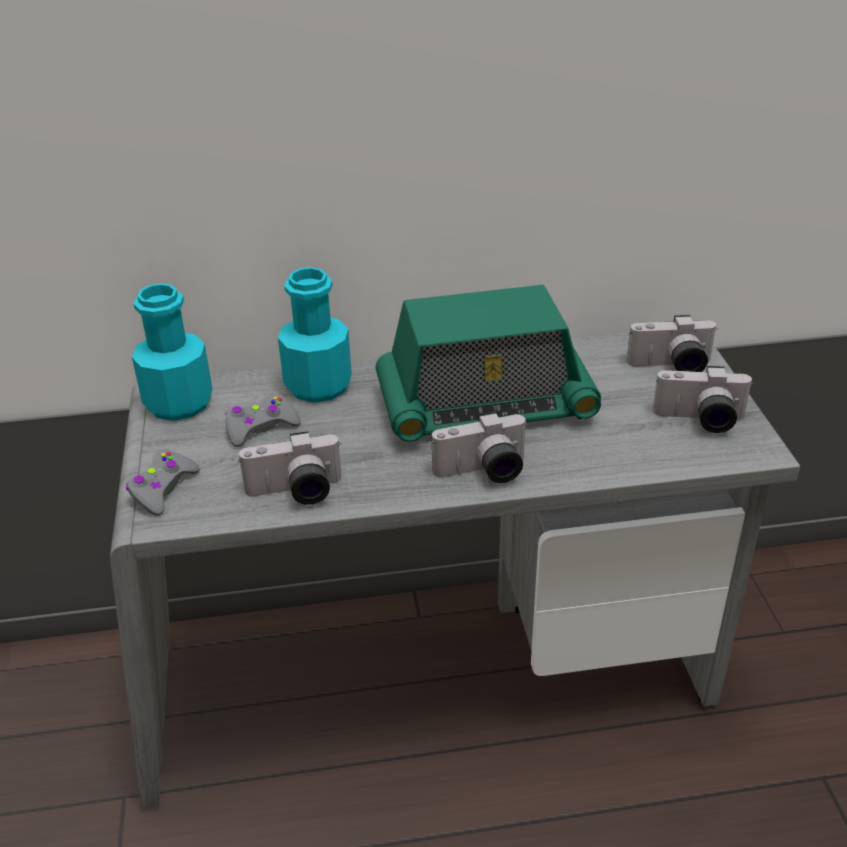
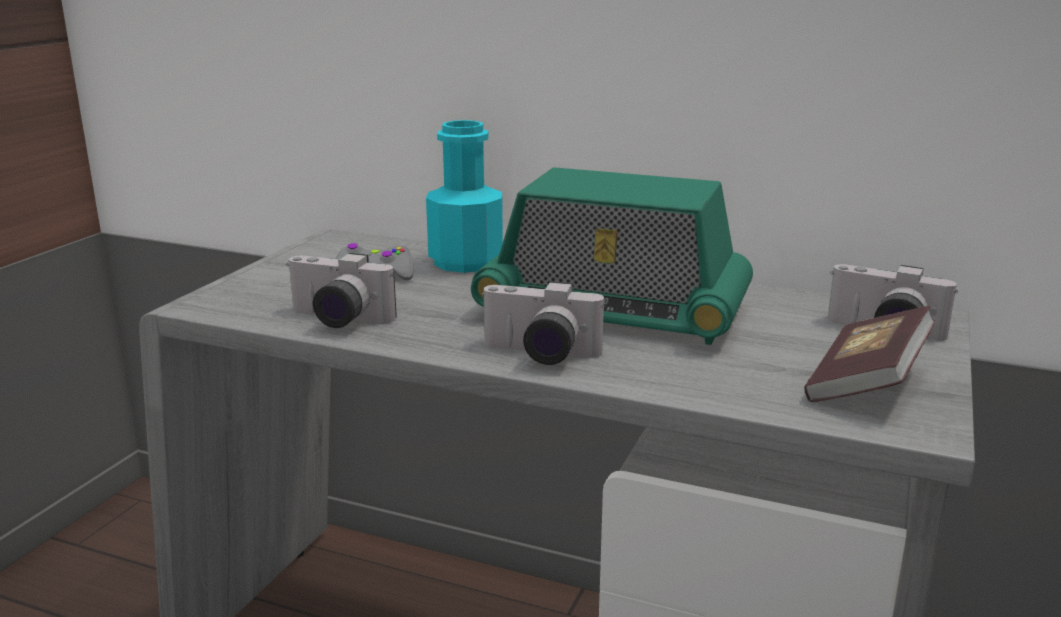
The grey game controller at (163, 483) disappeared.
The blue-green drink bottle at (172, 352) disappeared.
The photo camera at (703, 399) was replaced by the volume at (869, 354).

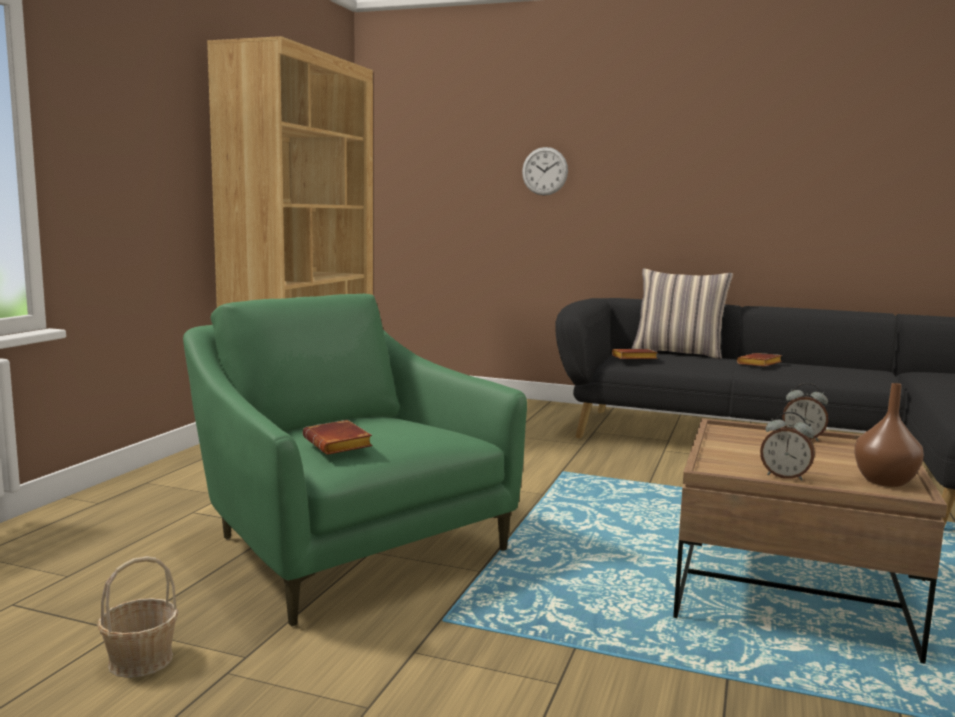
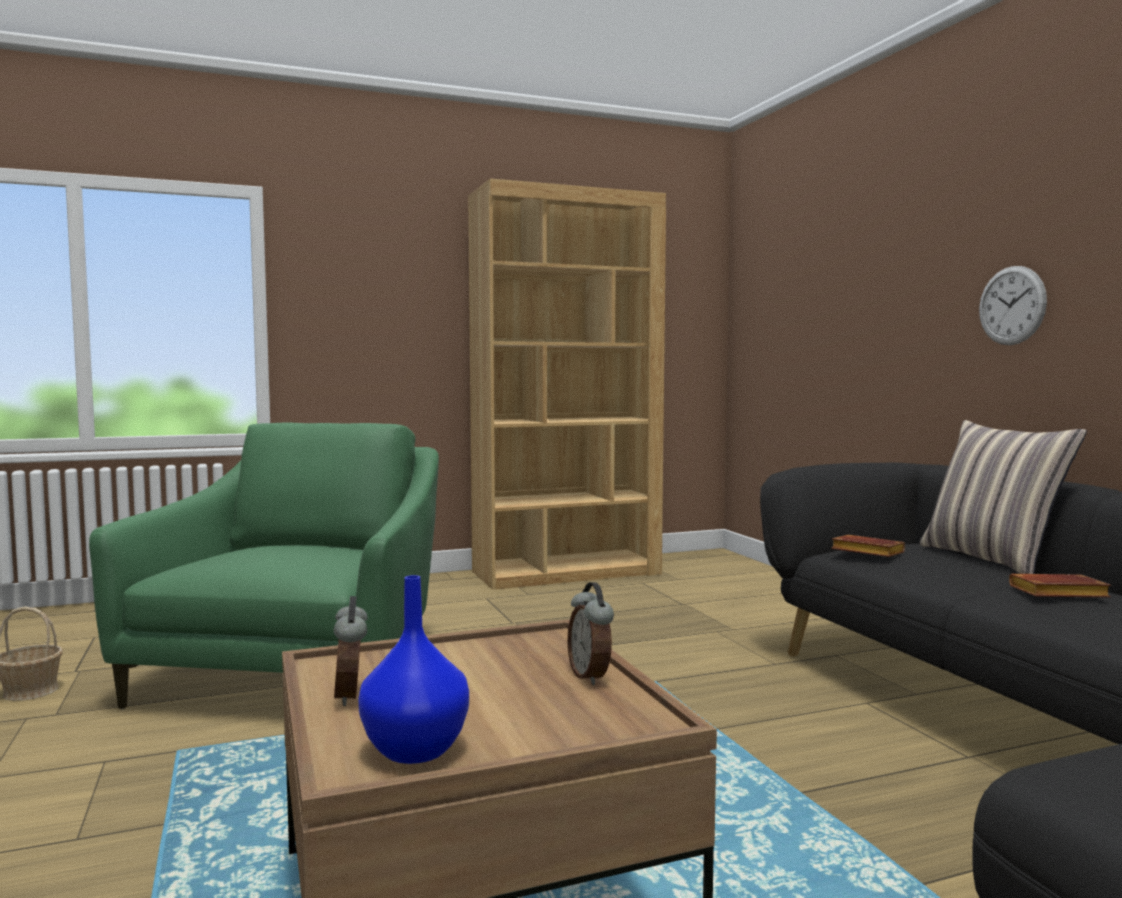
The brown-coloured volume at (337, 437) disappeared.
The hanging clock moved from (545, 171) to (1013, 305).
The brown-coloured flower vase at (889, 435) became the bluish flower vase at (413, 669).

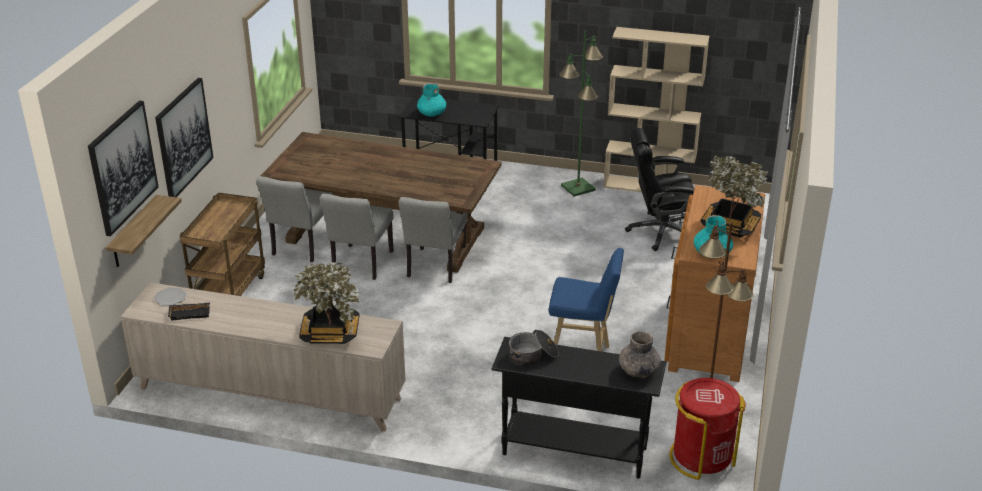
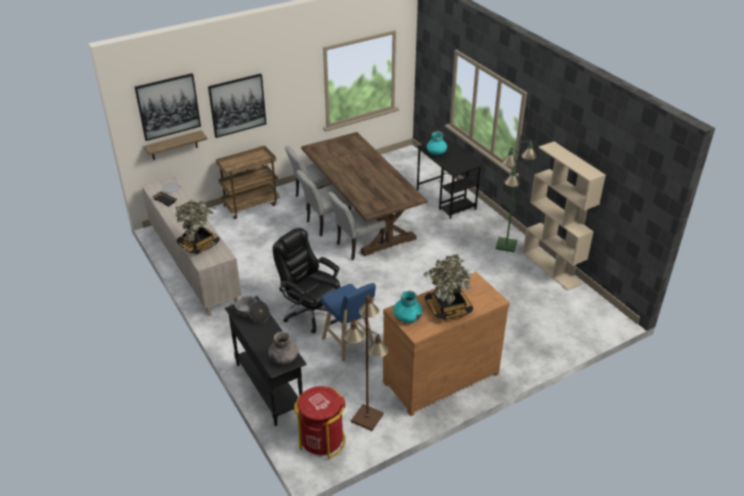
The black-coloured desk chair moved from (659, 189) to (306, 281).

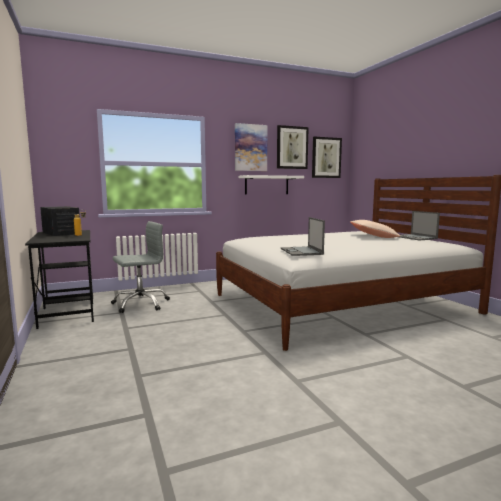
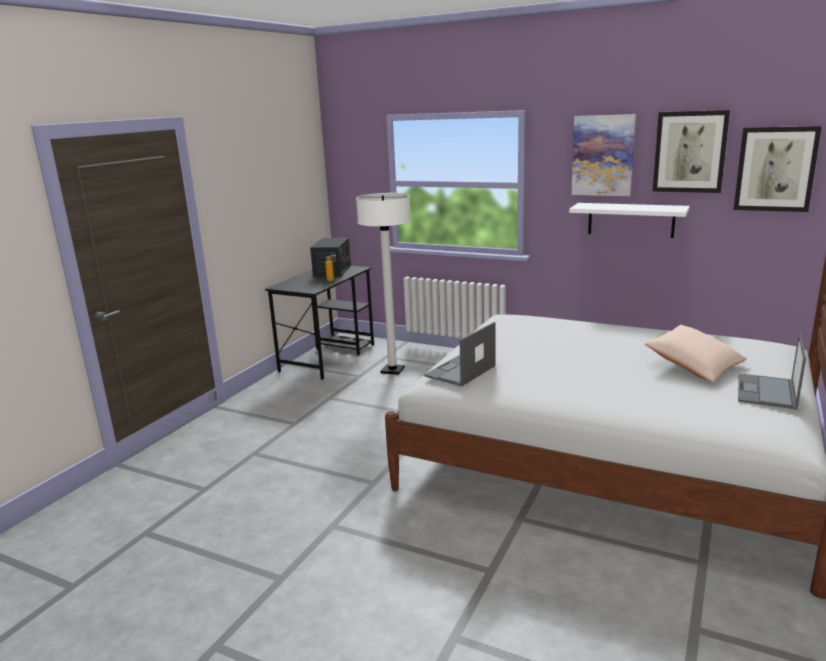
The grey desk chair at (140, 267) was replaced by the white standing lamp at (383, 284).

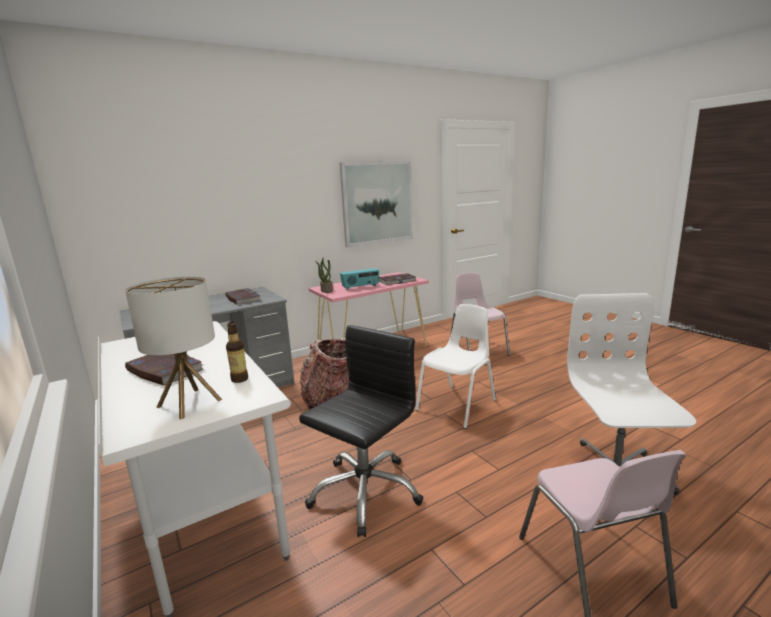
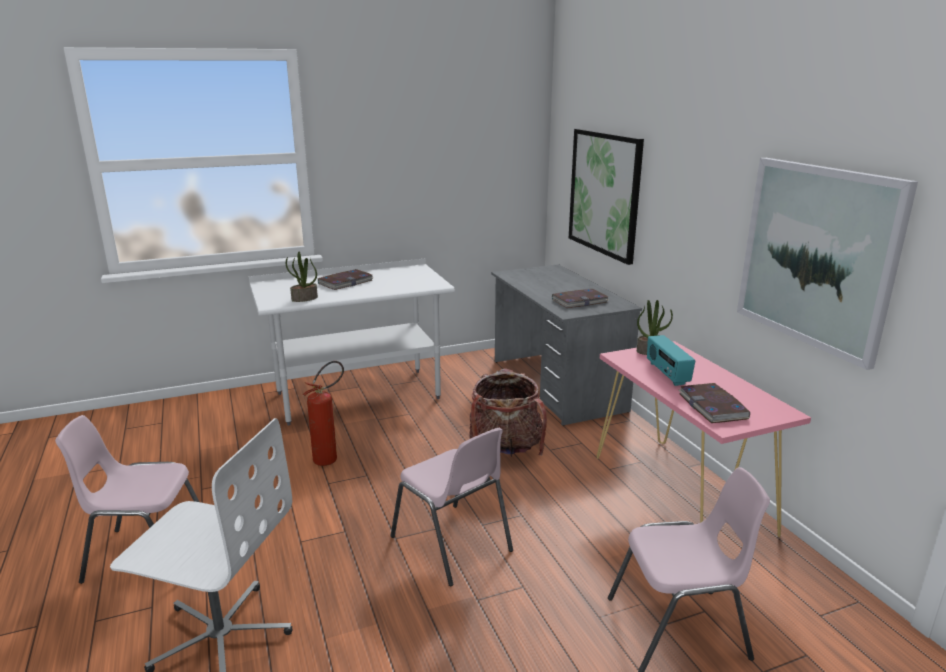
The tabletop lamp at (173, 348) disappeared.
The wall picture at (606, 197) appeared.
The drink bottle at (237, 352) was replaced by the potted plant at (302, 276).
The black-coloured desk chair at (361, 431) was replaced by the extinguisher at (323, 413).
The white upright chair at (455, 366) became the pink upright chair at (451, 507).

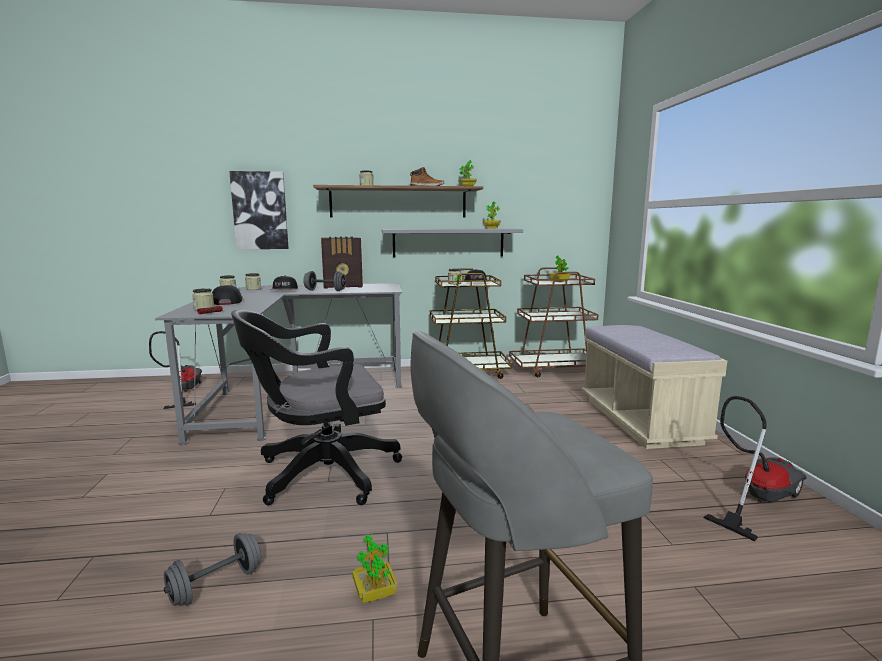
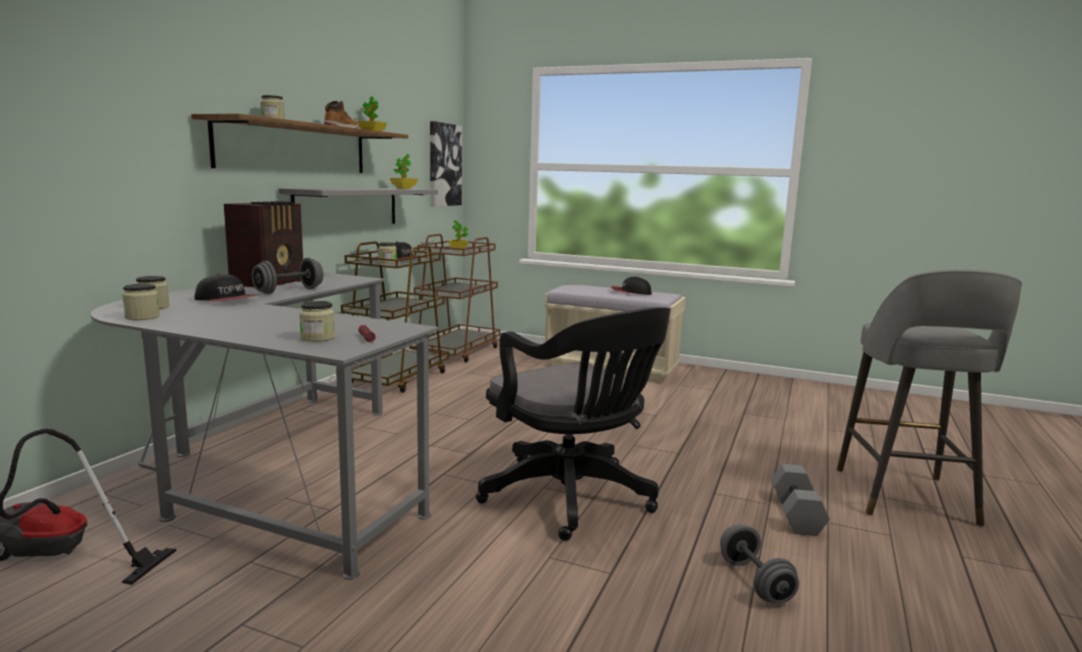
The vacuum at (754, 468) disappeared.
The baseball cap moved from (227, 295) to (631, 286).
The wall picture moved from (259, 210) to (446, 164).
The potted plant at (375, 568) was replaced by the grey hand weight at (800, 500).
The black-coloured desk chair at (316, 407) turned 45 degrees counterclockwise.

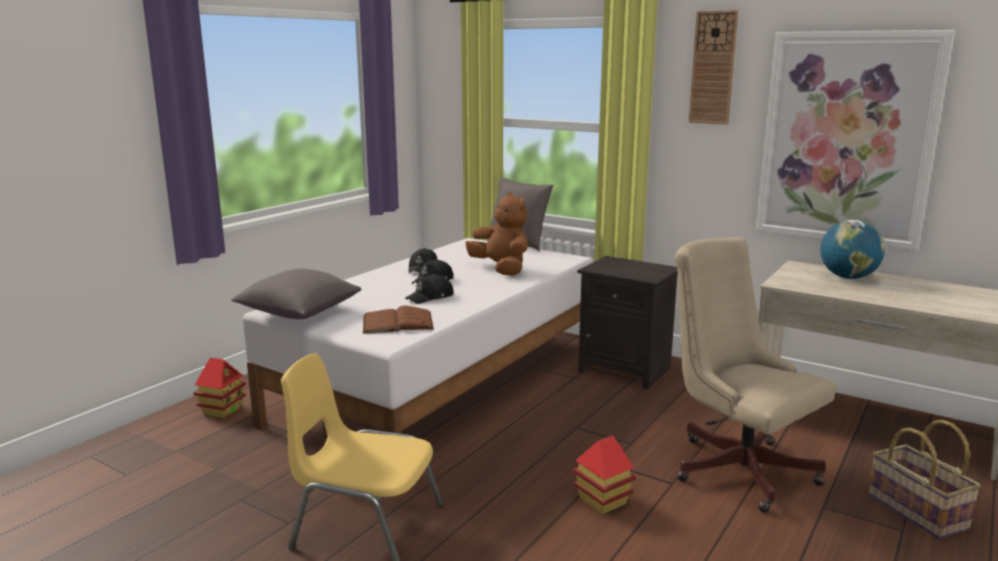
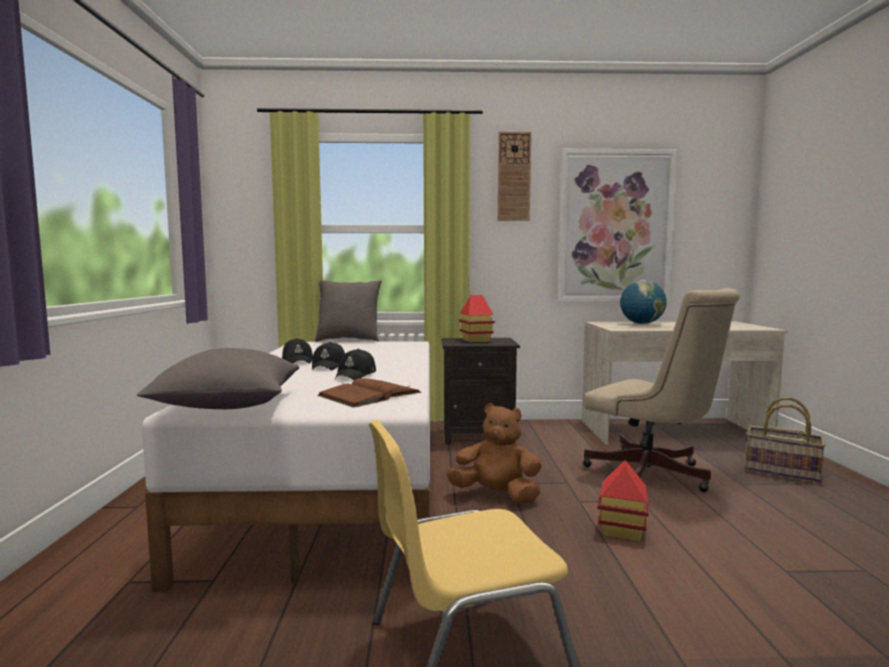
The toy house moved from (219, 388) to (477, 319).
The brown-coloured cuddly toy moved from (496, 234) to (494, 453).
The beige-coloured desk chair at (755, 374) turned 150 degrees counterclockwise.

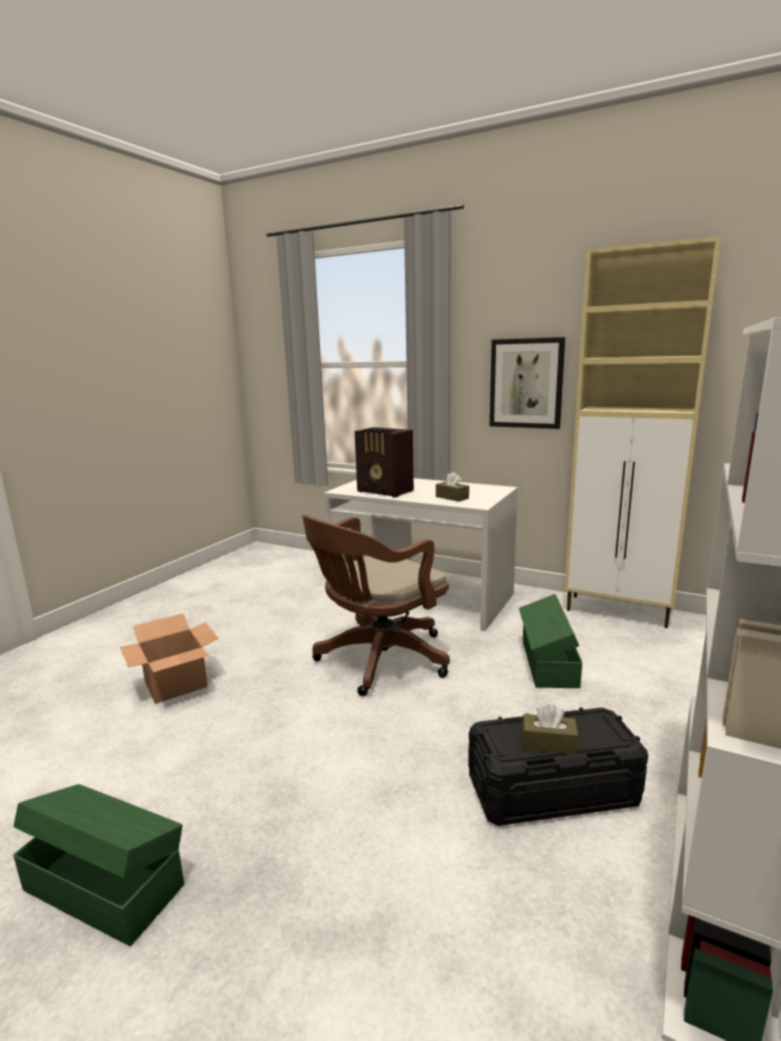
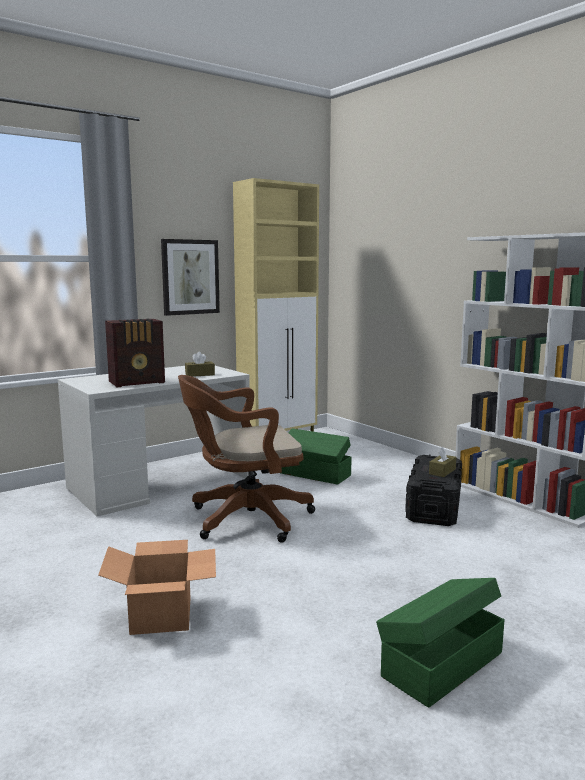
The brown-coloured desk chair at (376, 605) turned 90 degrees clockwise.

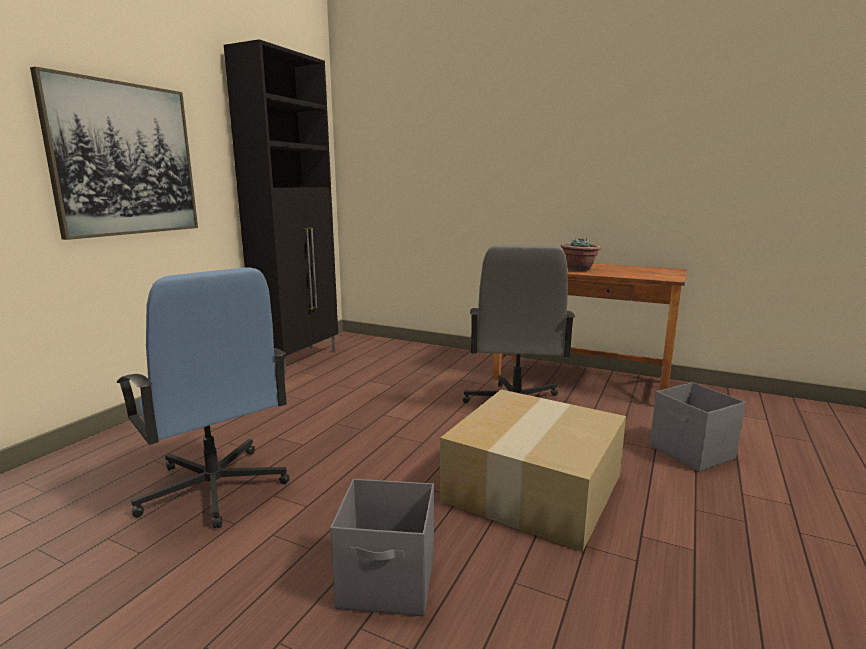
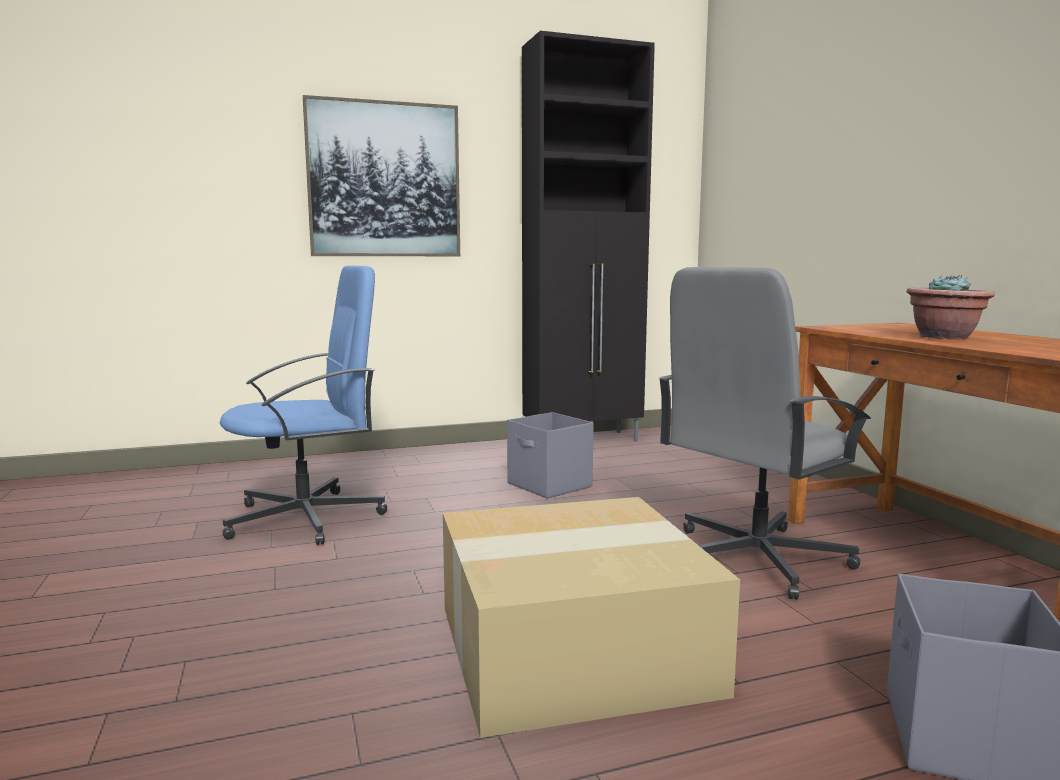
The grey storage box moved from (382, 547) to (550, 455).
The bluish desk chair at (203, 397) turned 120 degrees counterclockwise.

